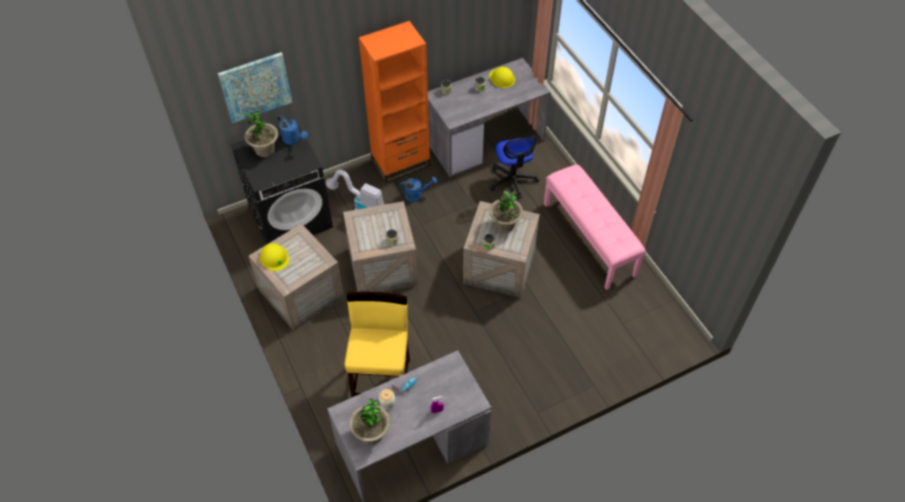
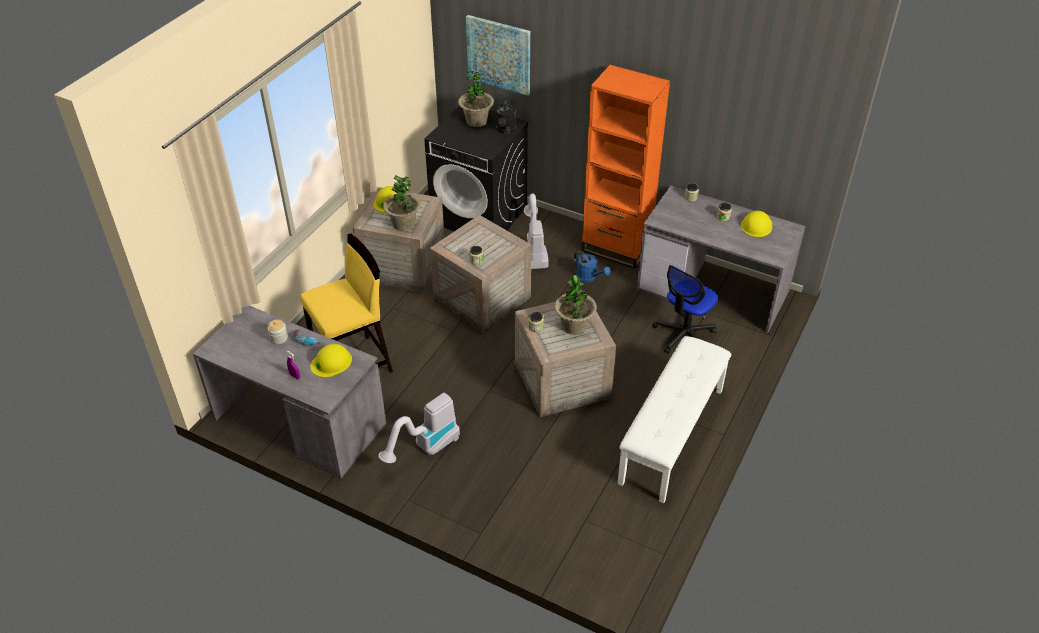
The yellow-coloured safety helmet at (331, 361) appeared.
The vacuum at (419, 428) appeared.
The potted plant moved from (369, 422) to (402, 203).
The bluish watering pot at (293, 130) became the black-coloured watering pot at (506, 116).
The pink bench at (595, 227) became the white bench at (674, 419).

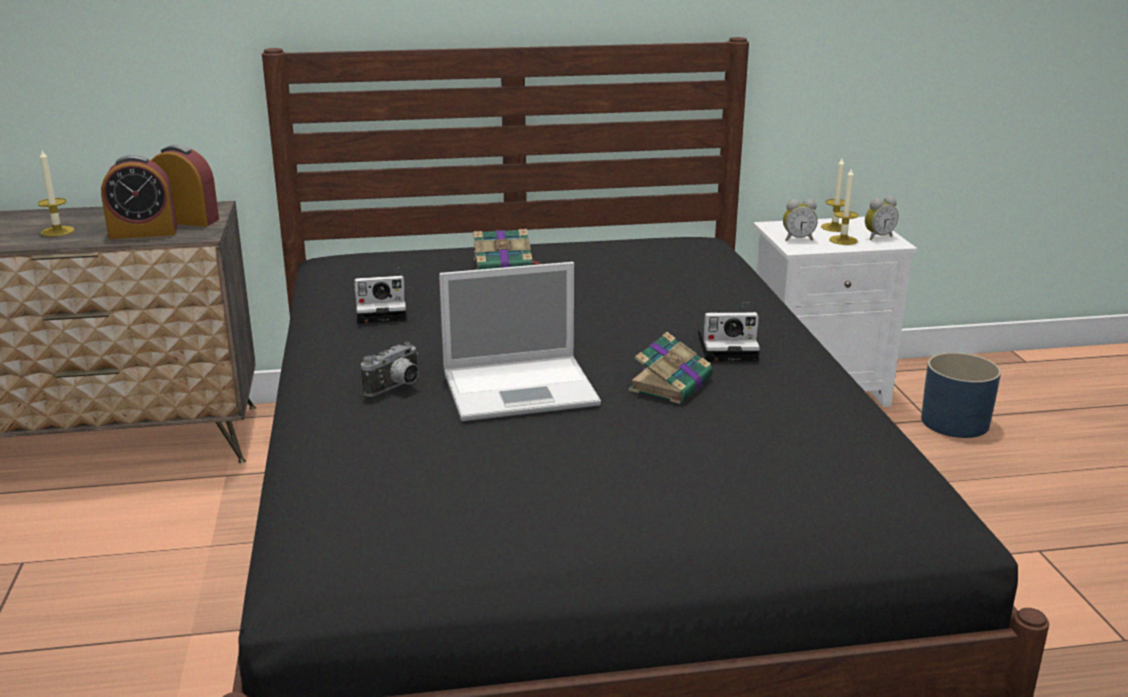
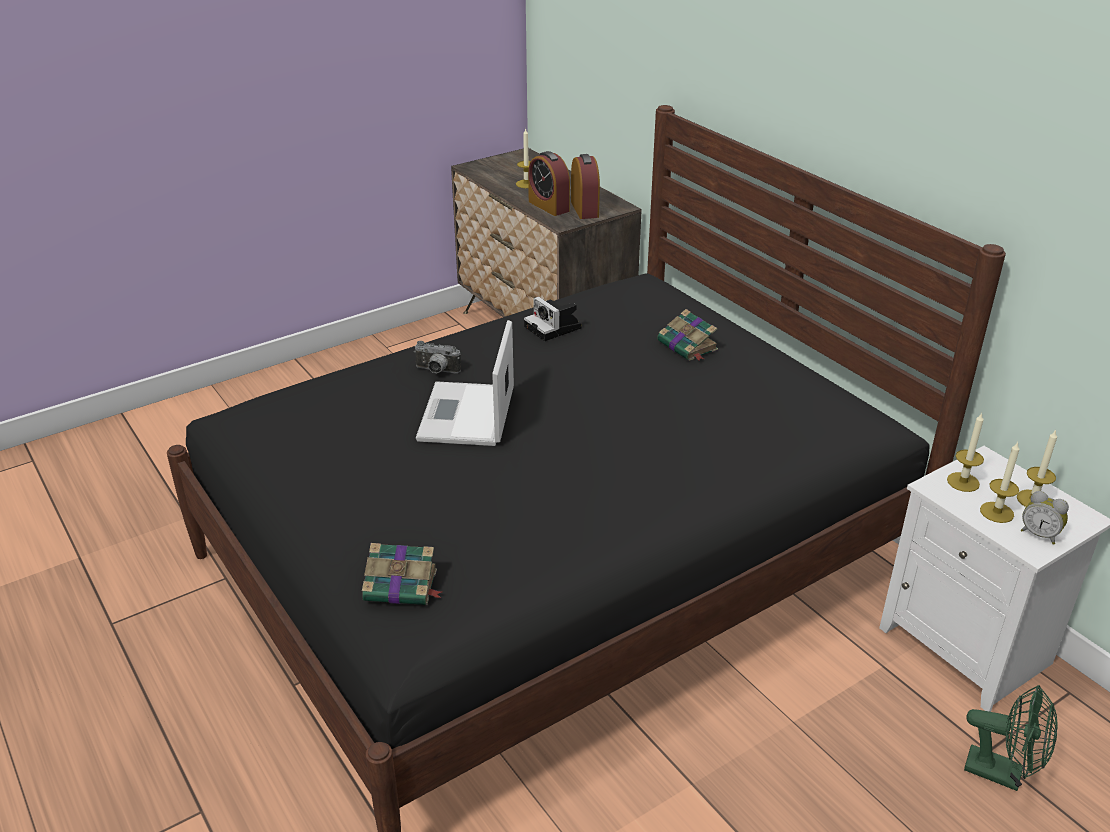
The photo camera at (729, 332) disappeared.
The volume moved from (671, 368) to (402, 574).
The bedside clock at (800, 220) was replaced by the candle at (965, 452).
The bluish plant pot at (961, 395) was replaced by the green electric fan at (1011, 738).
The portable computer at (520, 341) turned 45 degrees clockwise.

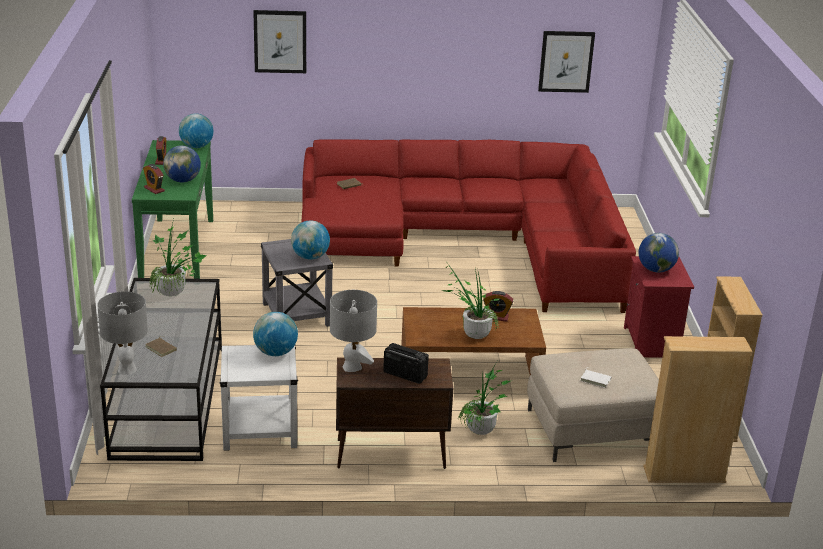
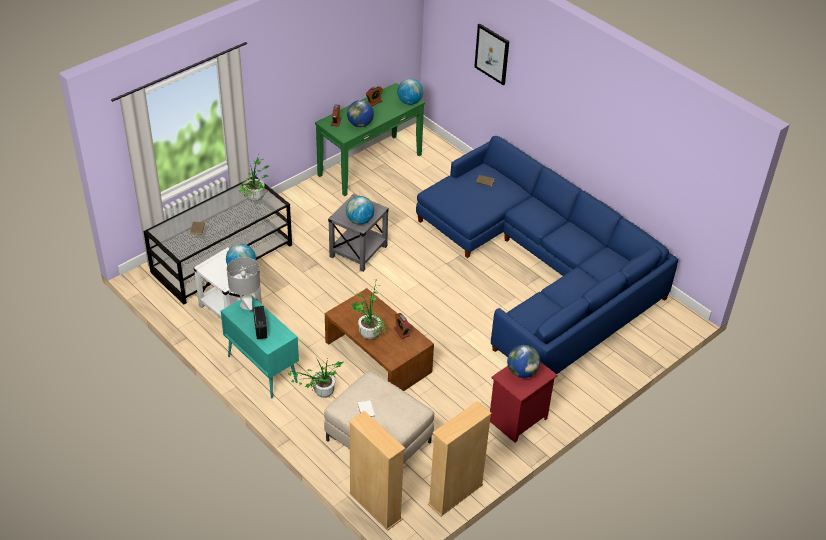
The grey tabletop lamp at (122, 333) disappeared.
The wall picture at (566, 62) disappeared.
The red couch at (468, 226) became the bluish couch at (547, 255).
The brown-coloured storage cabinet at (394, 413) became the blue-green storage cabinet at (260, 347).

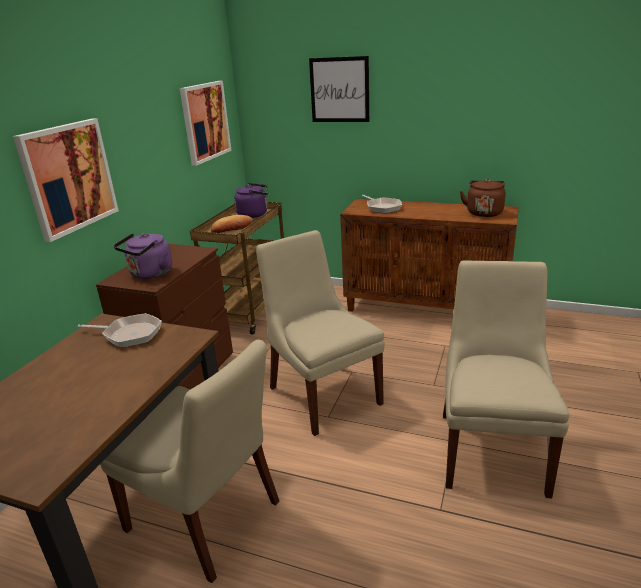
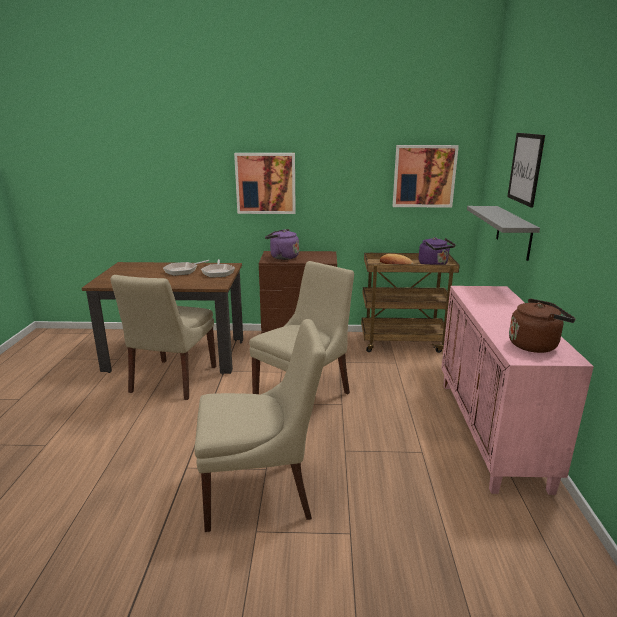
The grey bracket shelf at (503, 233) appeared.
The pan moved from (382, 204) to (186, 268).
The brown-coloured storage cabinet at (429, 255) became the pink storage cabinet at (517, 390).

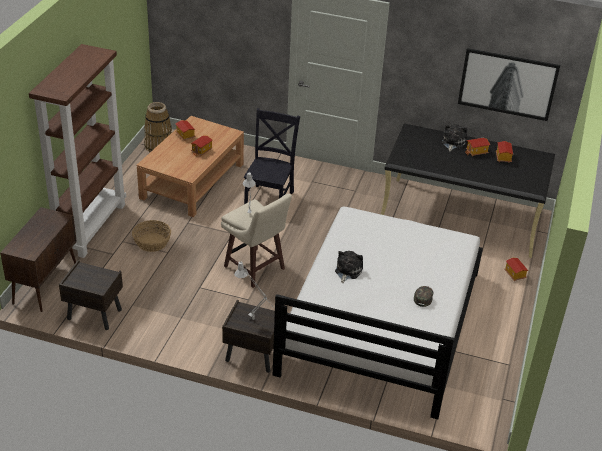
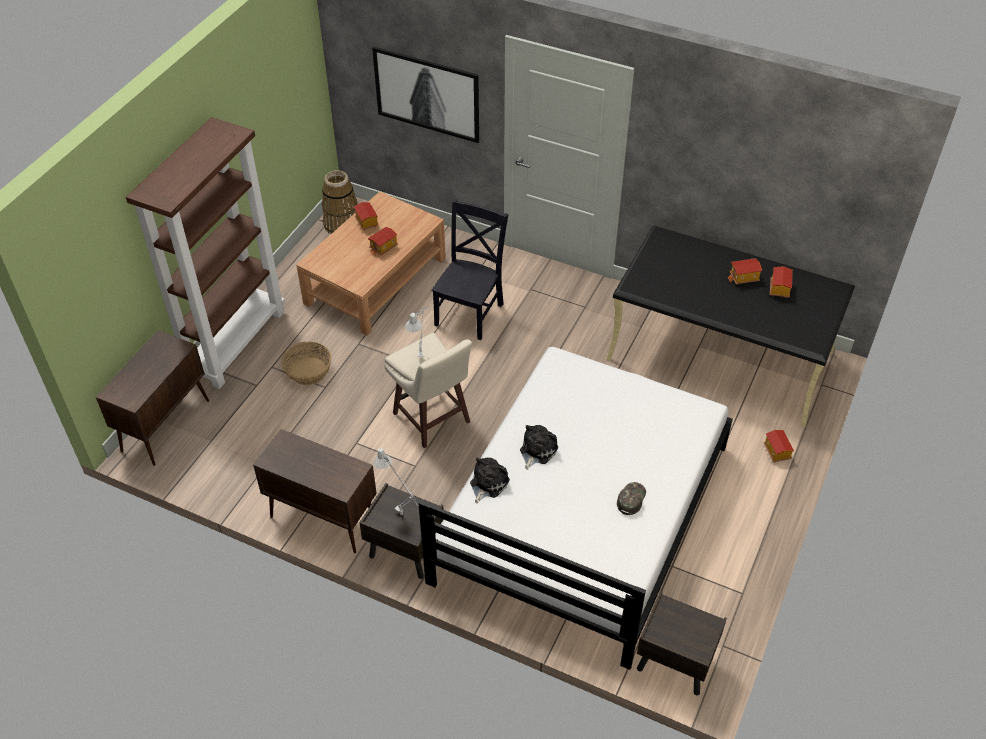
The brown-coloured storage cabinet at (315, 491) appeared.
The brown-coloured nightstand moved from (91, 295) to (682, 643).
The cuddly toy moved from (454, 138) to (490, 480).
The wall picture moved from (509, 84) to (425, 95).

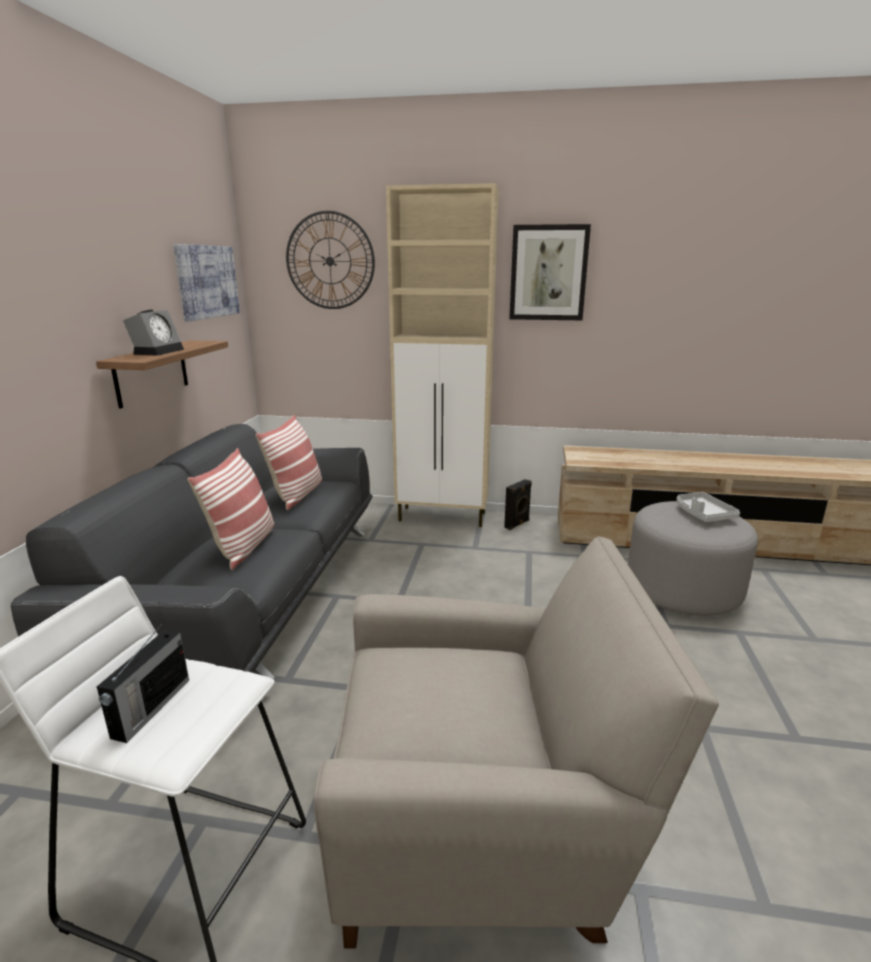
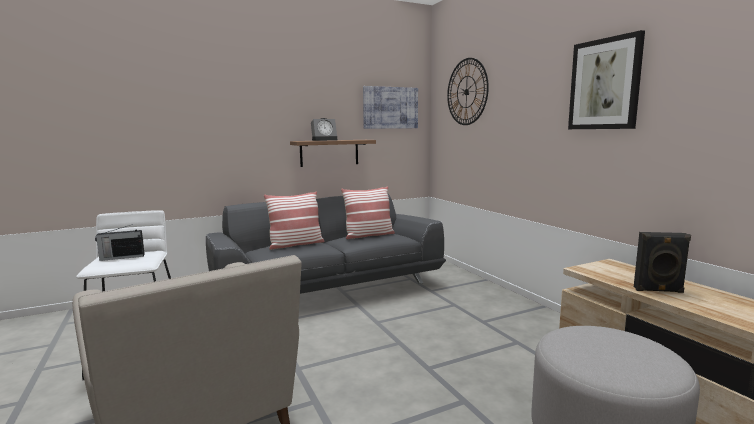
The beige-coloured storage cabinet at (442, 355) disappeared.
The grey carrying tray at (708, 507) disappeared.
The black-coloured speaker moved from (518, 504) to (662, 262).

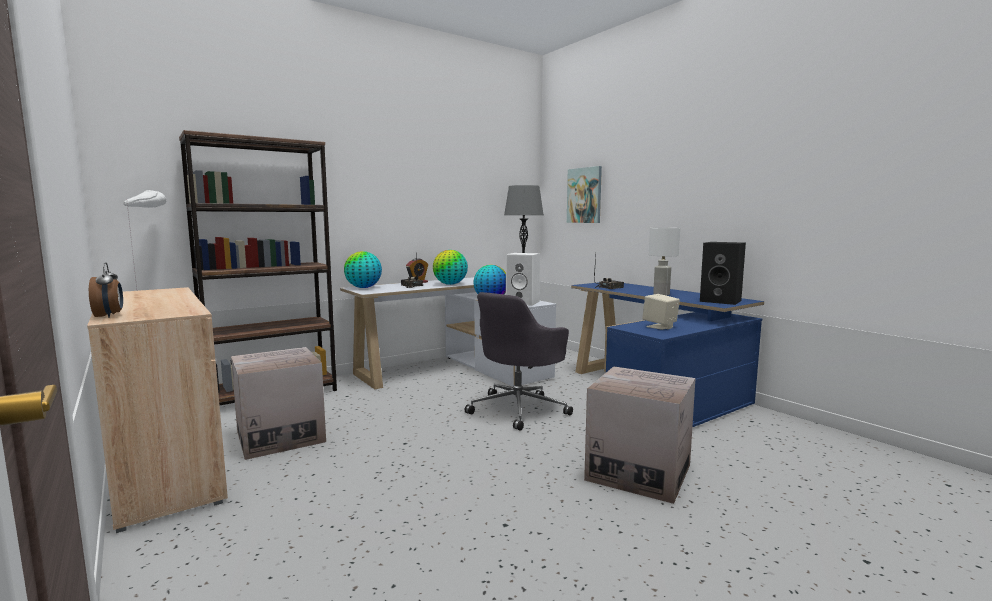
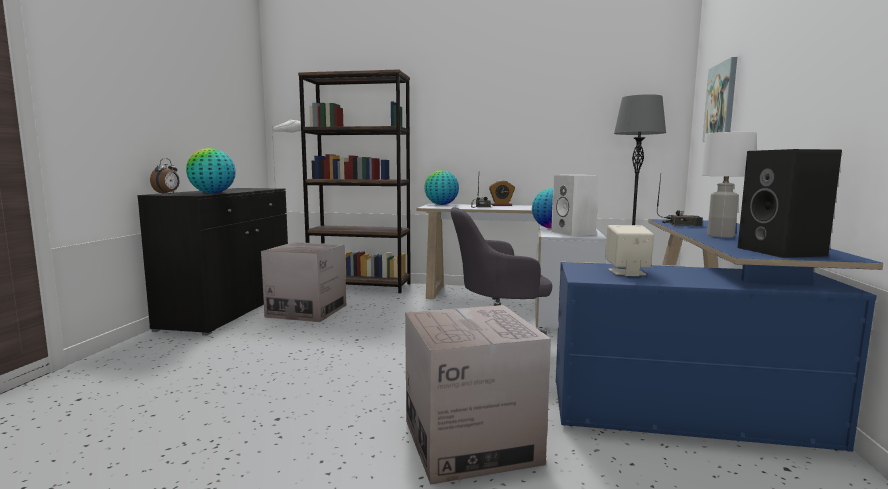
The globe moved from (450, 267) to (211, 170).
The beige-coloured storage cabinet at (157, 410) became the black-coloured storage cabinet at (212, 261).

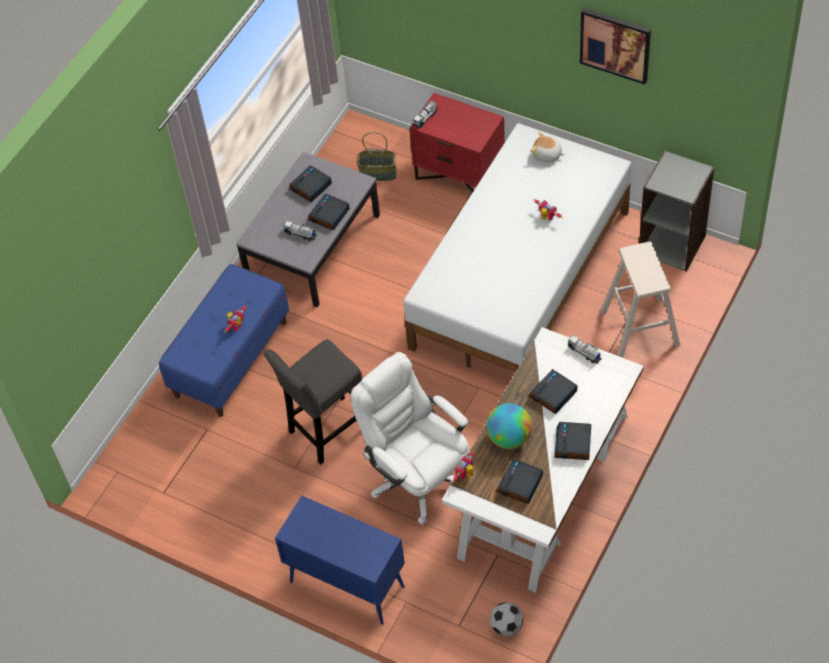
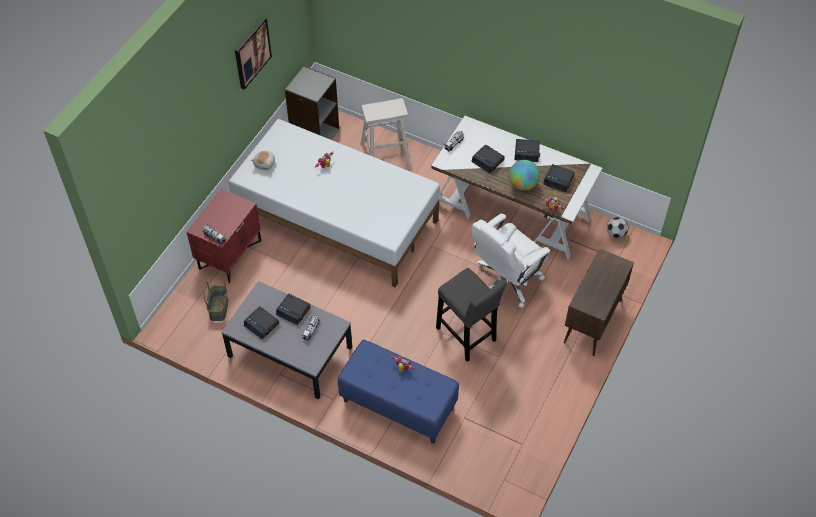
The bluish storage cabinet at (340, 560) became the brown-coloured storage cabinet at (599, 302).

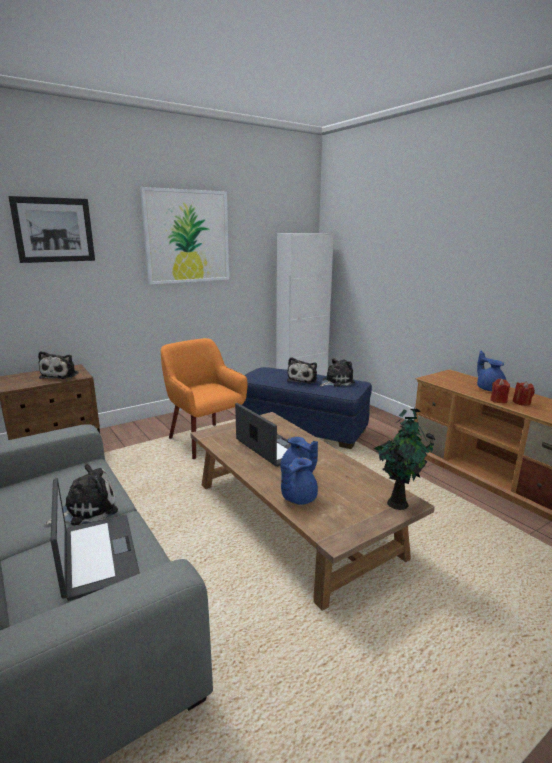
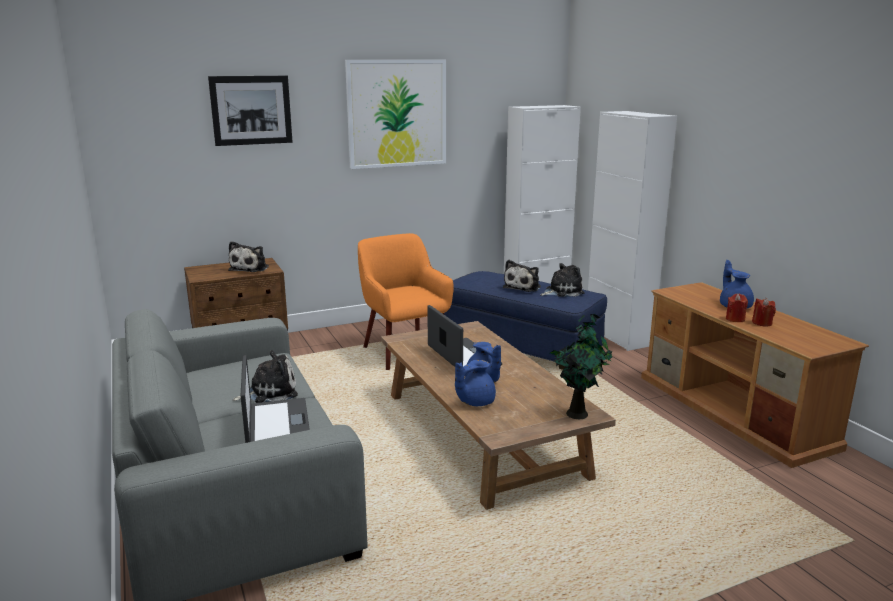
The white storage cabinet at (632, 231) appeared.

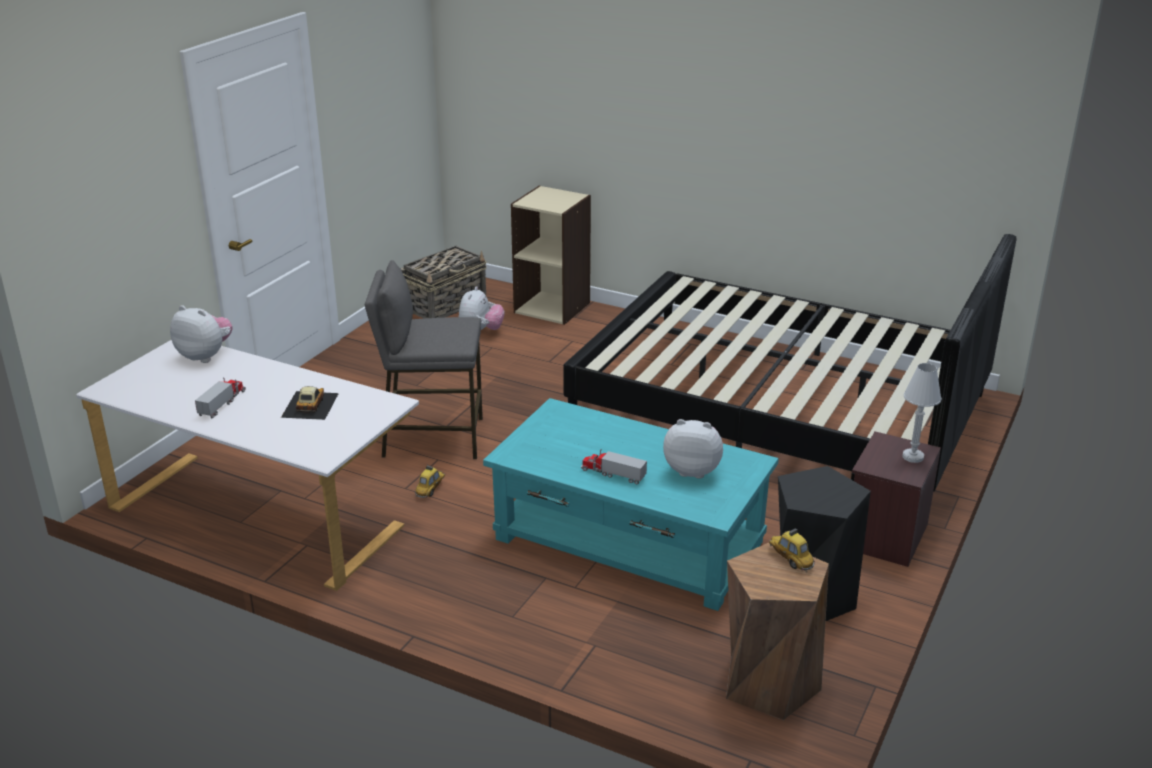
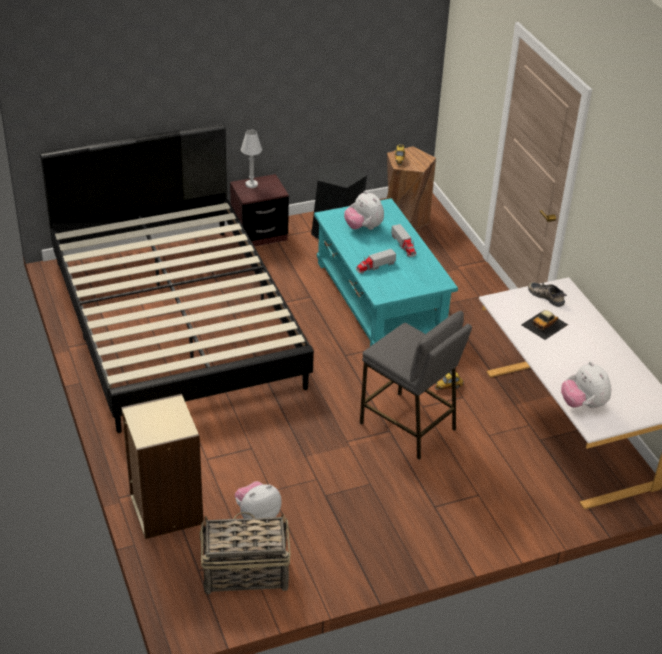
The shoe at (547, 294) appeared.
The toy truck moved from (220, 397) to (376, 261).

